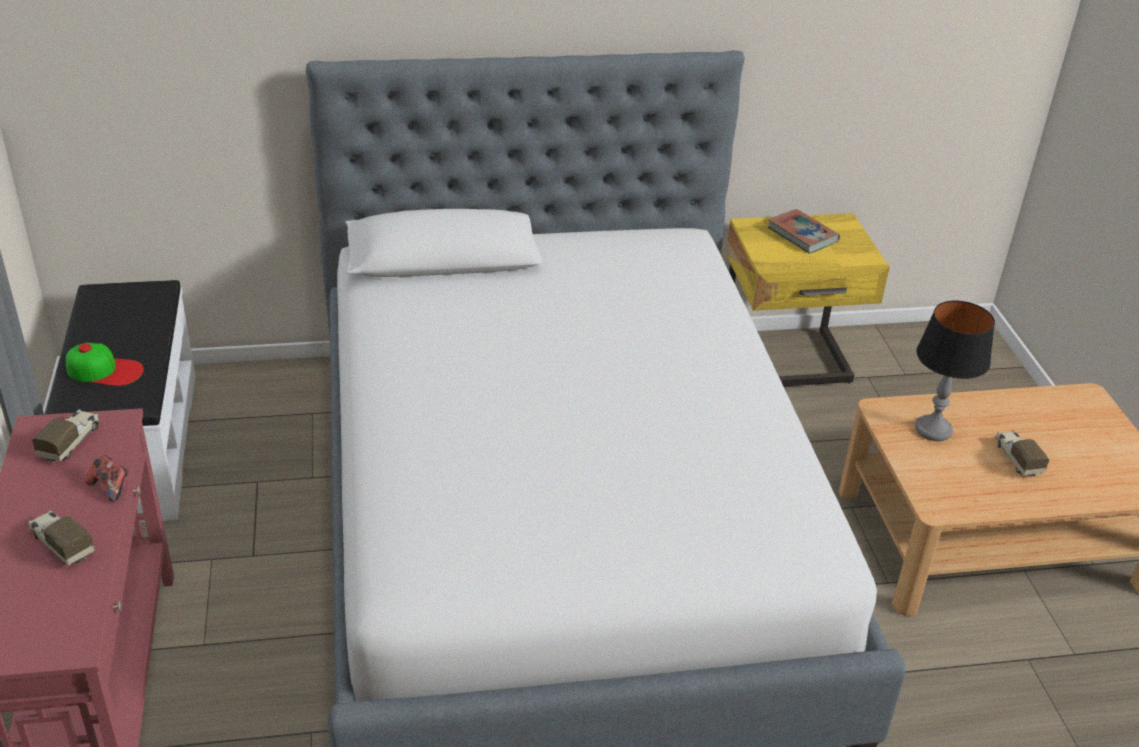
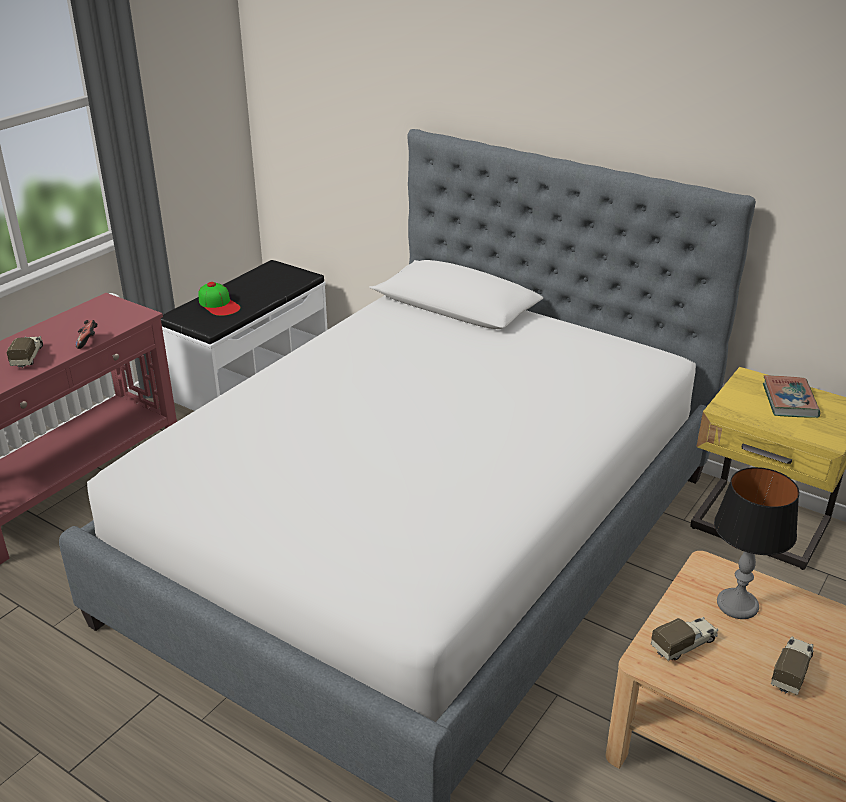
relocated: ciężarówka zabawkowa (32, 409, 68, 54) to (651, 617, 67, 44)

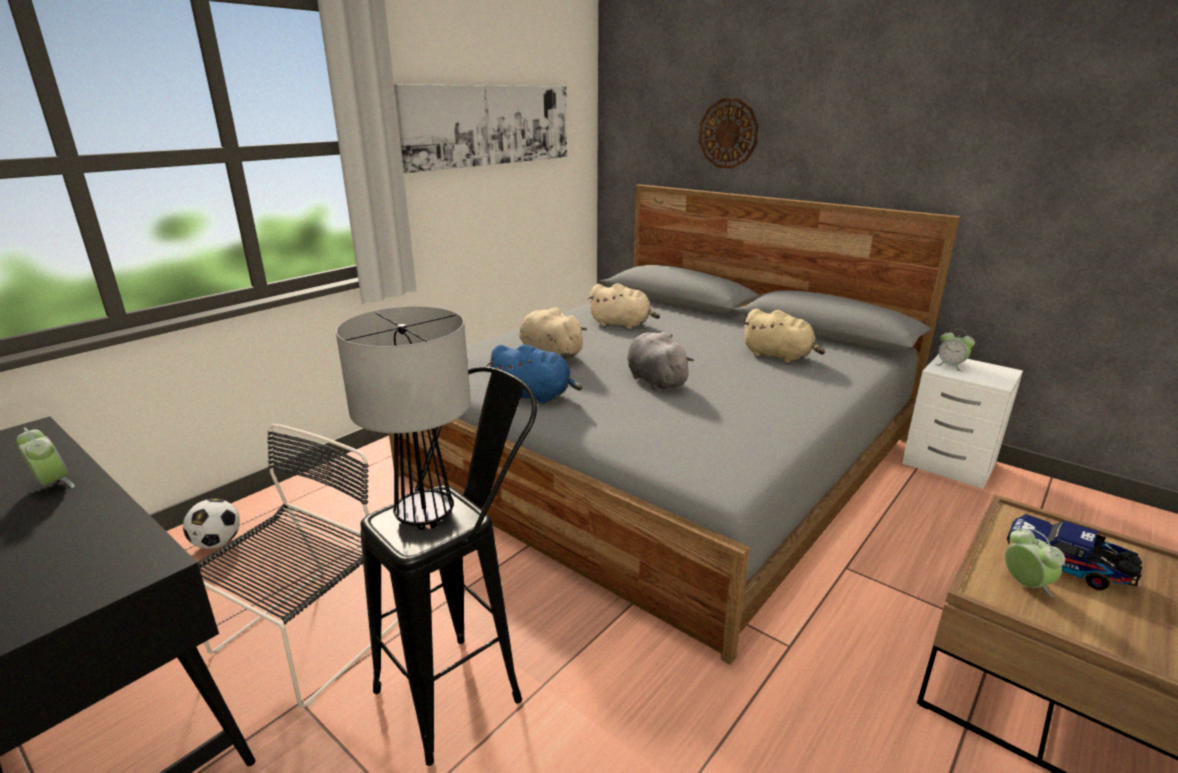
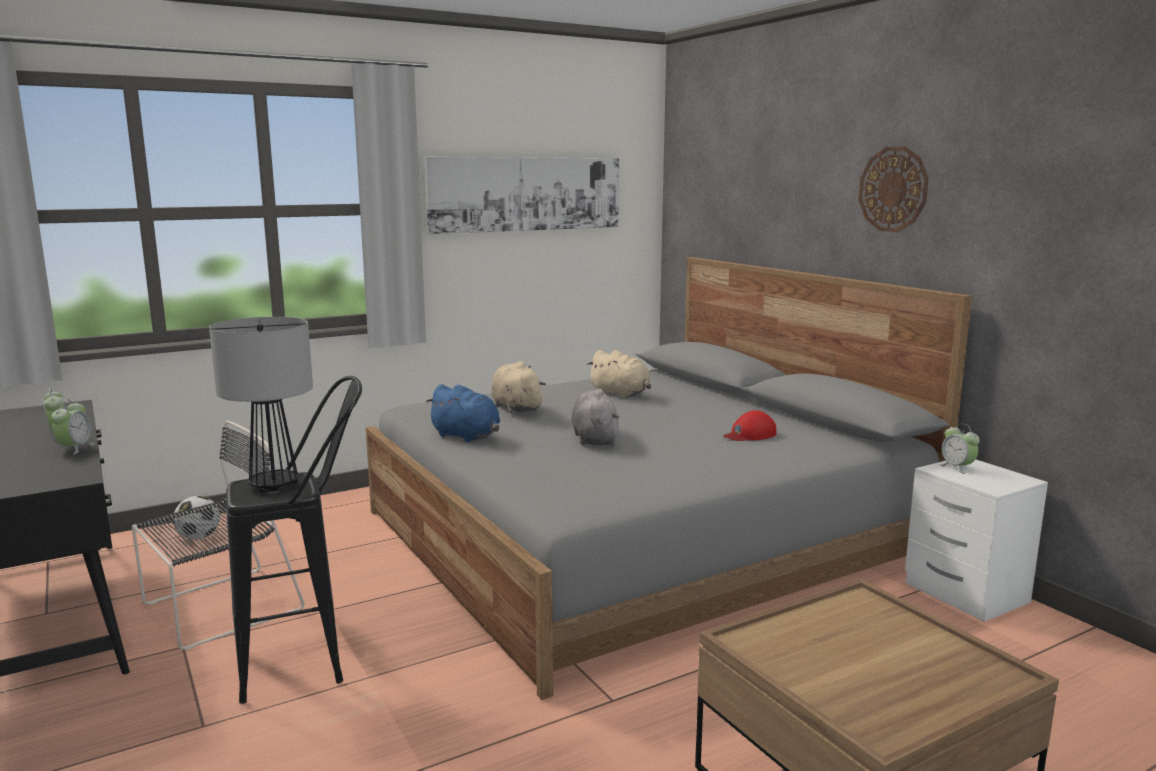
missing: ciężarówka zabawkowa (1007, 514, 135, 76)
relocated: zegar ścienny (699, 98, 60, 71) to (858, 146, 71, 86); budzik (1005, 528, 60, 69) to (51, 399, 43, 55)
exchanged: pluszak (beżowy) (742, 309, 83, 54) to czapka z daszkiem (czerwony) (723, 410, 53, 31)

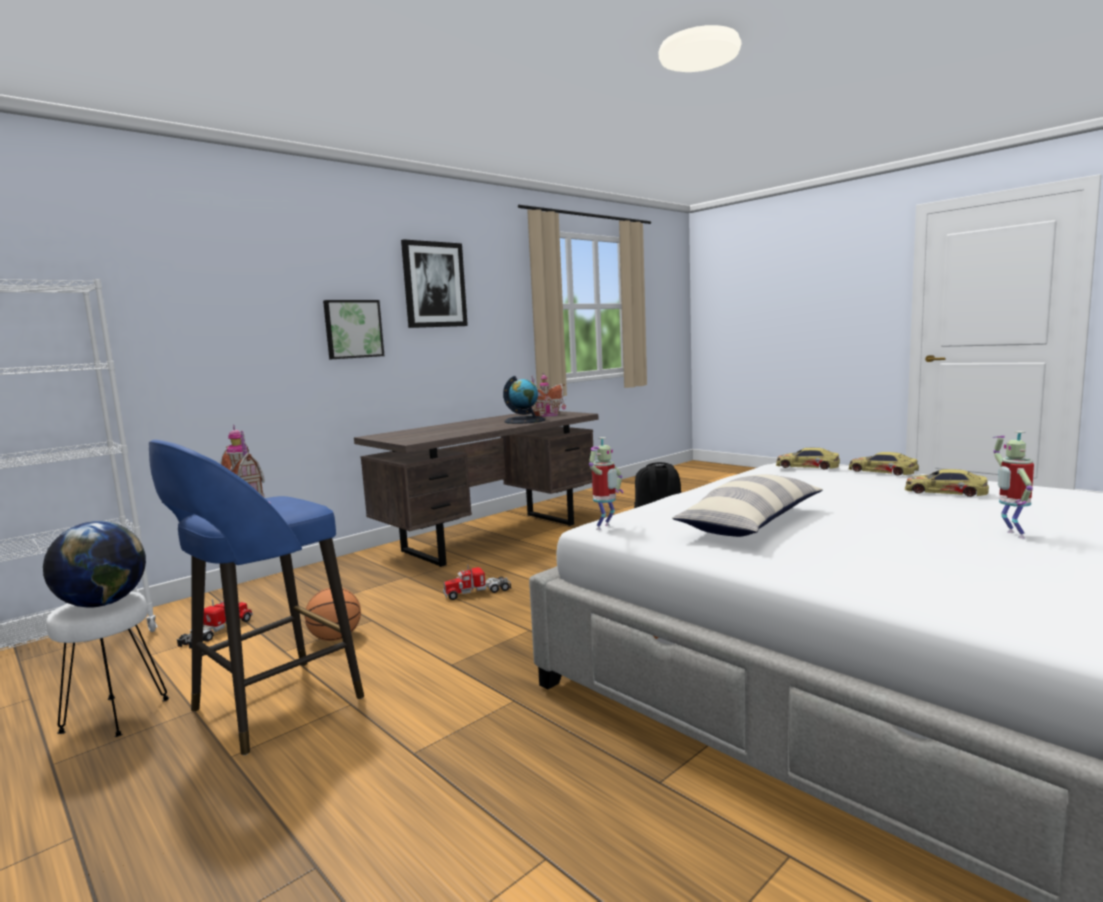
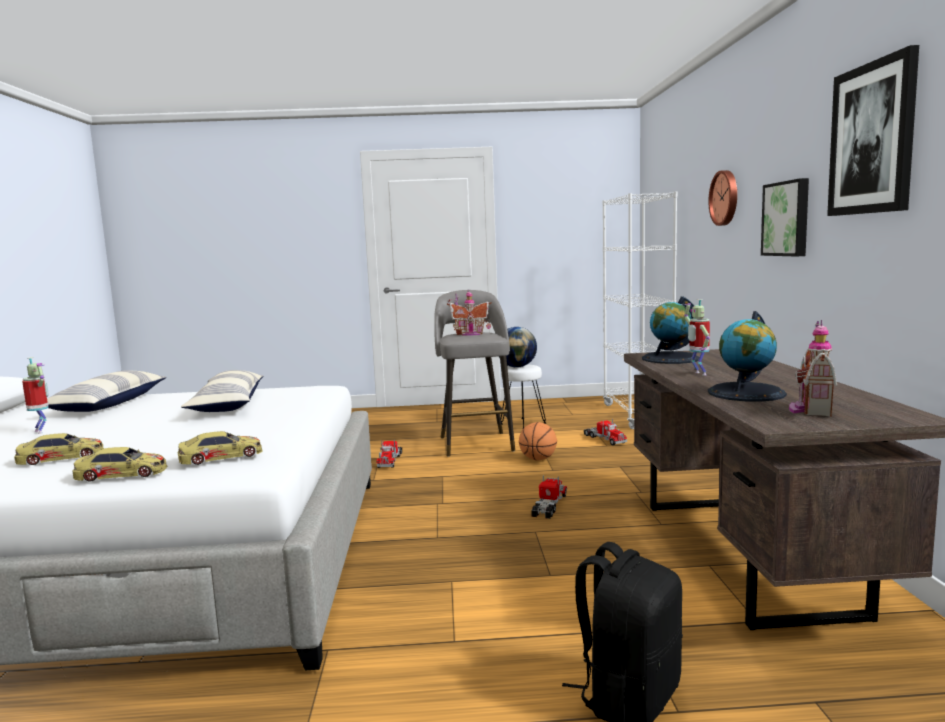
appeared: poduszka (47, 371, 120, 41); ciężarówka zabawkowa (376, 440, 26, 28); globus (642, 296, 57, 68); zegar ścienny (708, 170, 29, 56)
relocated: robot zabawkowy (589, 437, 34, 93) to (684, 299, 26, 77)
colour: stołek (niebieski) (149, 440, 215, 316) to stołek (szary) (434, 290, 81, 167)

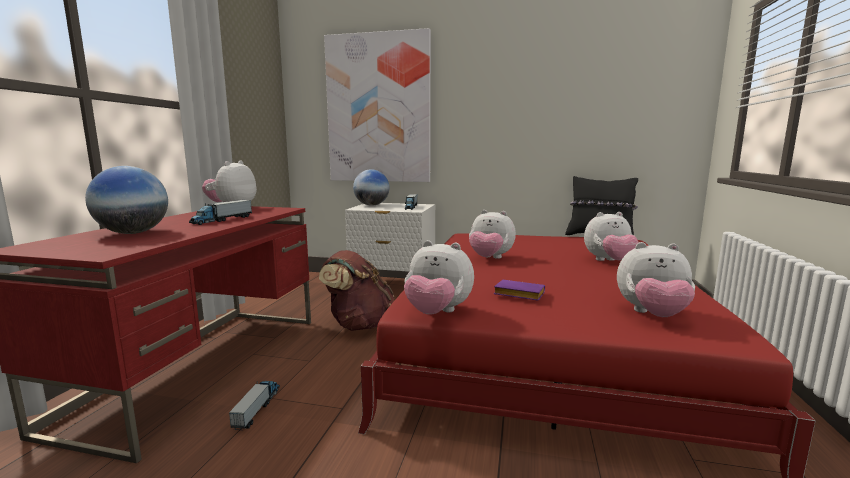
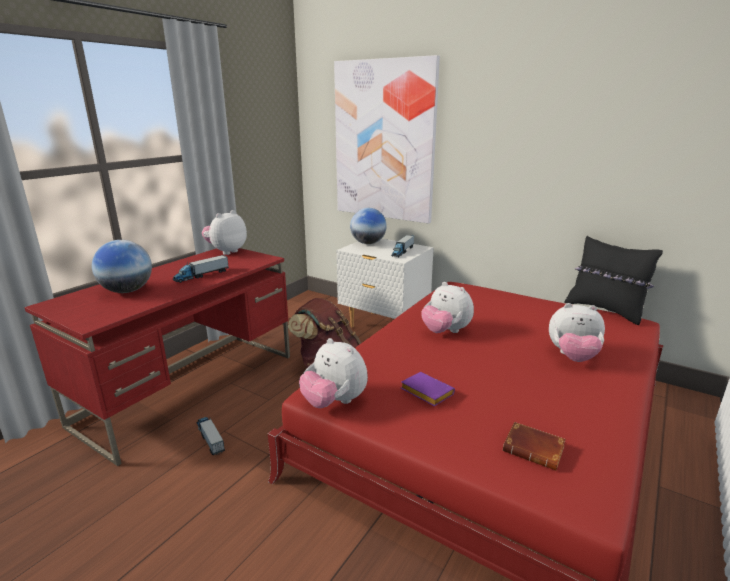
exchanged: pluszak (617, 242, 78, 75) to książka (brązowy) (503, 422, 63, 48)
spun: ciężarówka zabawkowa (229, 381, 51, 49) = (197, 417, 28, 39) 60 degrees counterclockwise

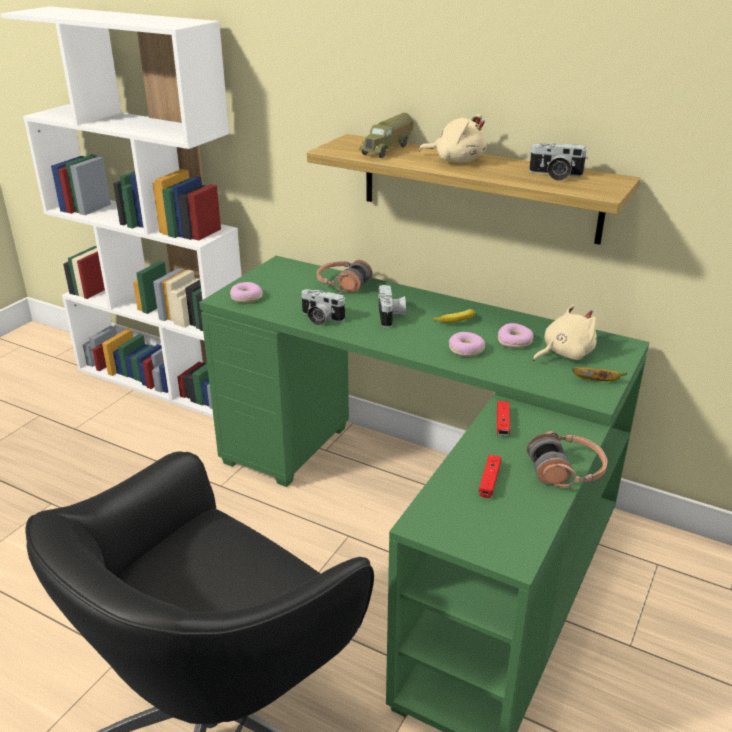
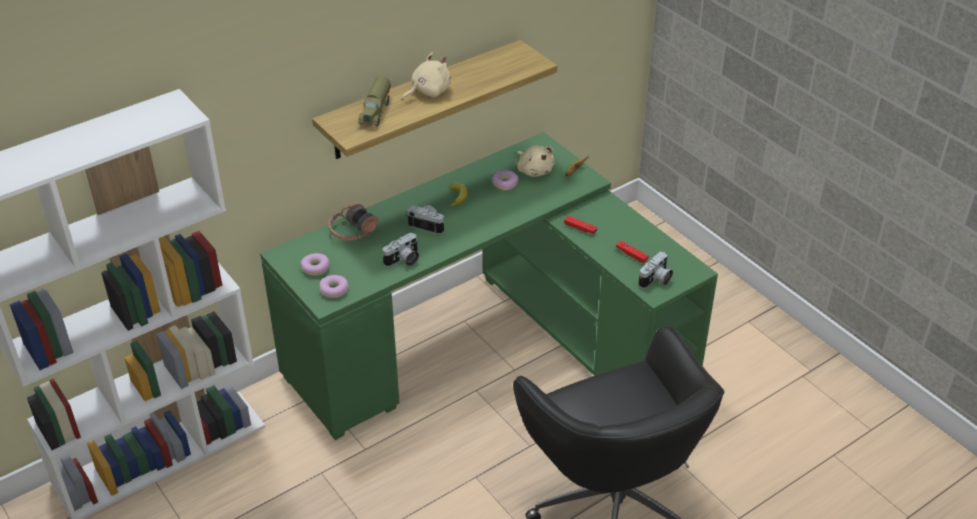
missing: słuchawki (527, 431, 80, 57)
relocated: donut (449, 332, 36, 25) to (301, 253, 29, 23); aparat fotograficzny (529, 143, 59, 38) to (638, 252, 35, 36)
spun: ciężarówka zabawkowa (359, 113, 55, 45) = (358, 75, 33, 51) 45 degrees clockwise; pluszak (beżowy) (533, 305, 64, 56) = (517, 145, 38, 32) 150 degrees clockwise

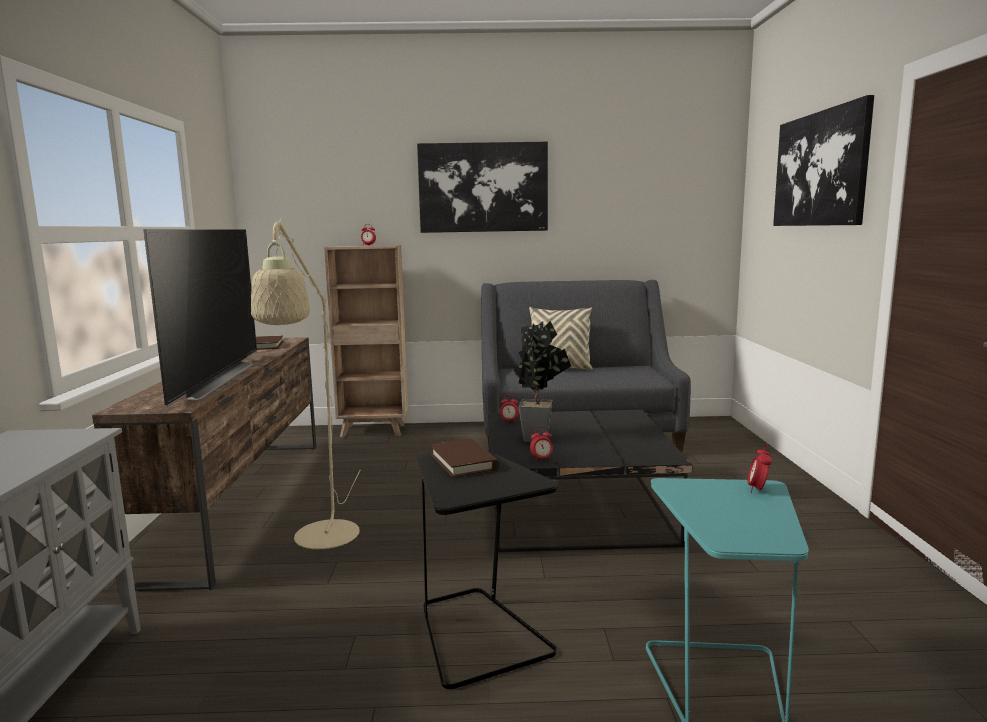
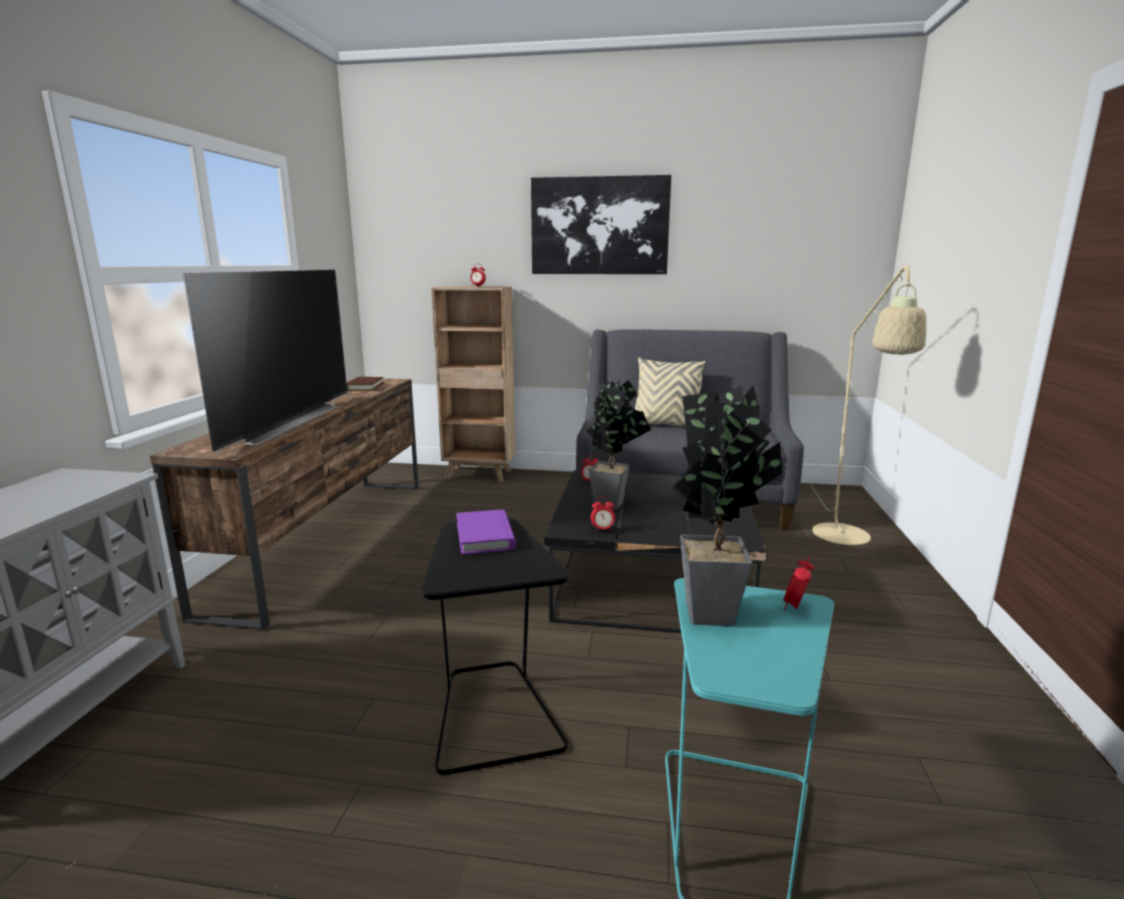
missing: obraz (773, 95, 101, 131)
appeared: roślina doniczkowa (671, 386, 111, 240)
relocated: lampa stojąca (beżowy) (251, 218, 110, 331) to (810, 263, 116, 282)
colour: książka (brązowy) (430, 439, 69, 39) to książka (fioletowy) (456, 510, 60, 45)

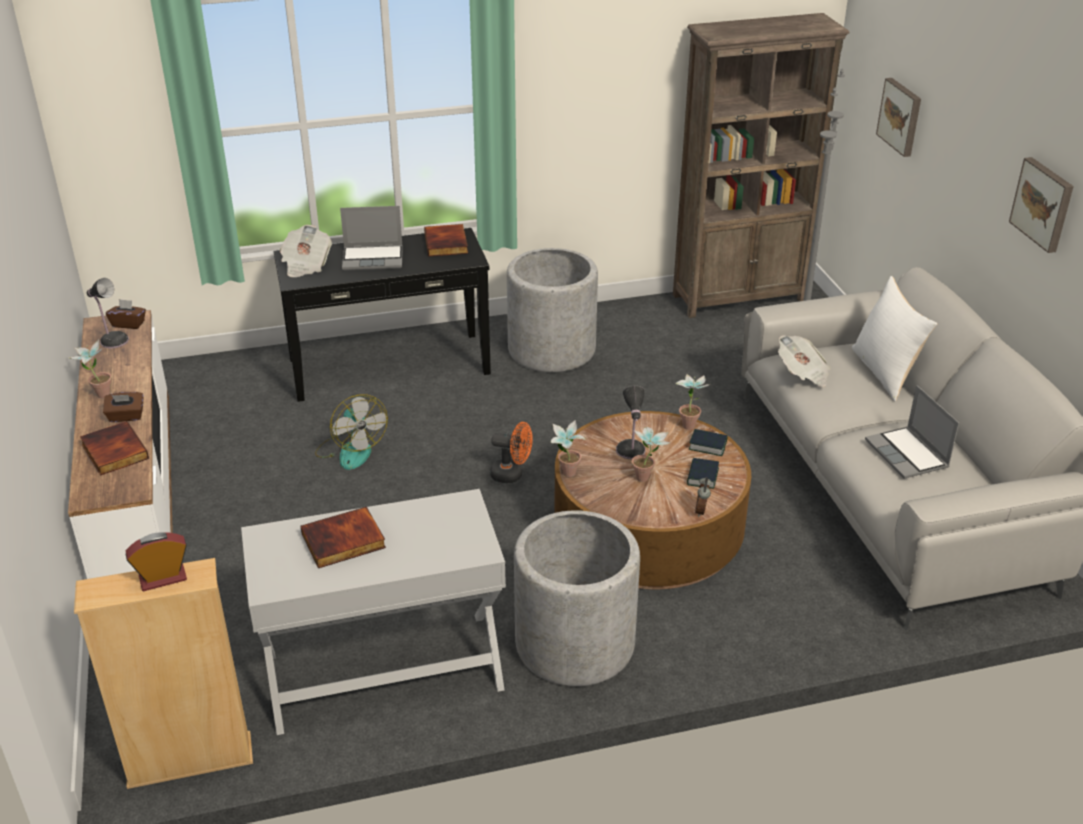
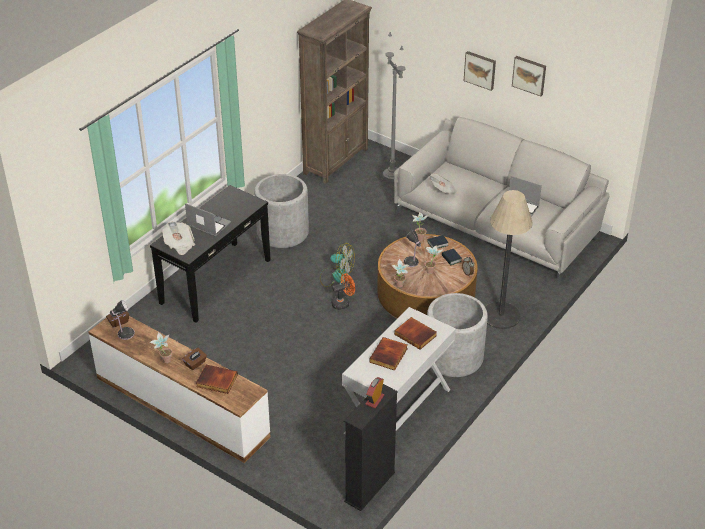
missing: poduszka (biały) (852, 276, 85, 125)
appeared: lampa stojąca (485, 190, 47, 139)
relocated: wentylator (315, 394, 73, 76) to (320, 243, 35, 44); książka (424, 224, 44, 32) to (394, 317, 43, 33); obraz (876, 78, 45, 79) to (464, 51, 32, 40)
colour: regał (beżowy) (74, 558, 179, 231) to regał (czarny) (344, 384, 54, 127)
spun: laptop (340, 206, 63, 65) = (185, 203, 46, 34) 105 degrees counterclockwise

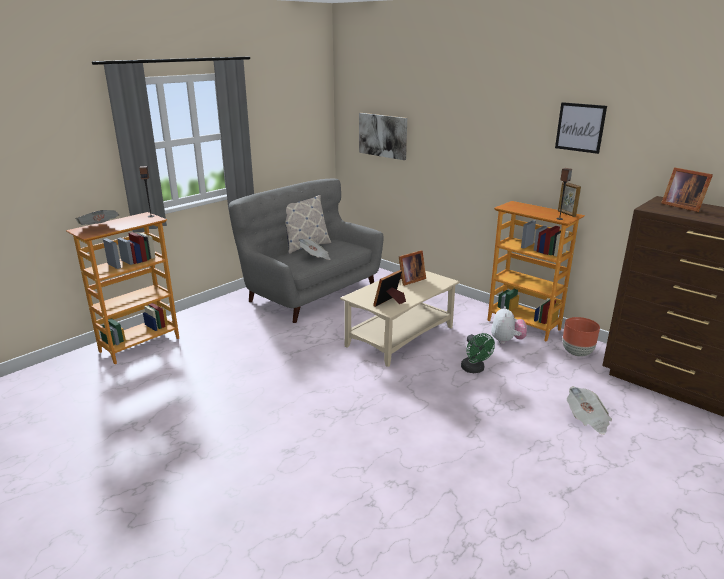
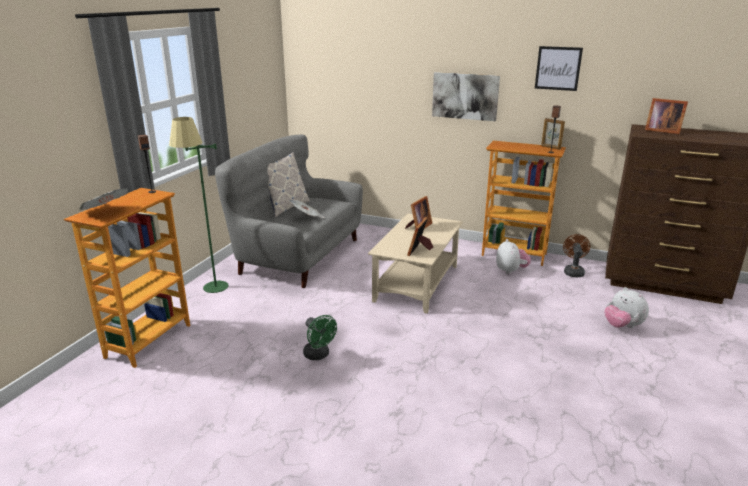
appeared: lampa stojąca (zielony) (169, 117, 60, 176)
relocated: obraz (359, 113, 48, 47) to (432, 72, 68, 49); wentylator (zielony) (461, 333, 34, 40) to (303, 315, 34, 45)
exchanged: donica (brązowy) (563, 317, 37, 40) to wentylator (brązowy) (563, 234, 27, 43); gazeta (567, 386, 45, 49) to pluszak (605, 287, 44, 41)

